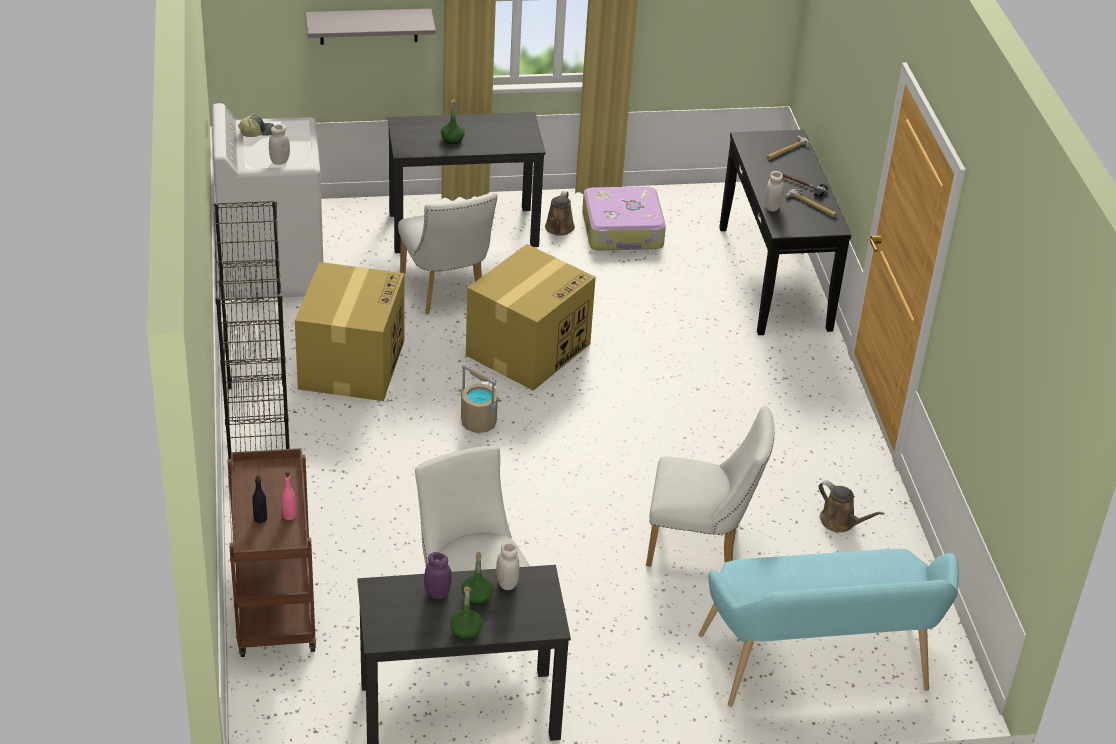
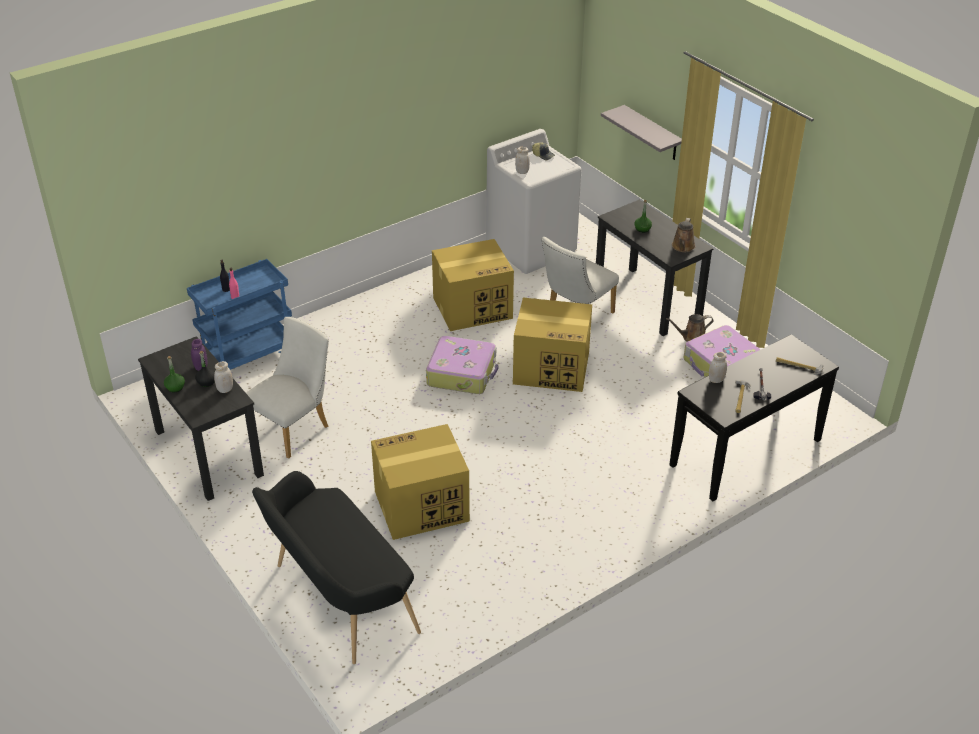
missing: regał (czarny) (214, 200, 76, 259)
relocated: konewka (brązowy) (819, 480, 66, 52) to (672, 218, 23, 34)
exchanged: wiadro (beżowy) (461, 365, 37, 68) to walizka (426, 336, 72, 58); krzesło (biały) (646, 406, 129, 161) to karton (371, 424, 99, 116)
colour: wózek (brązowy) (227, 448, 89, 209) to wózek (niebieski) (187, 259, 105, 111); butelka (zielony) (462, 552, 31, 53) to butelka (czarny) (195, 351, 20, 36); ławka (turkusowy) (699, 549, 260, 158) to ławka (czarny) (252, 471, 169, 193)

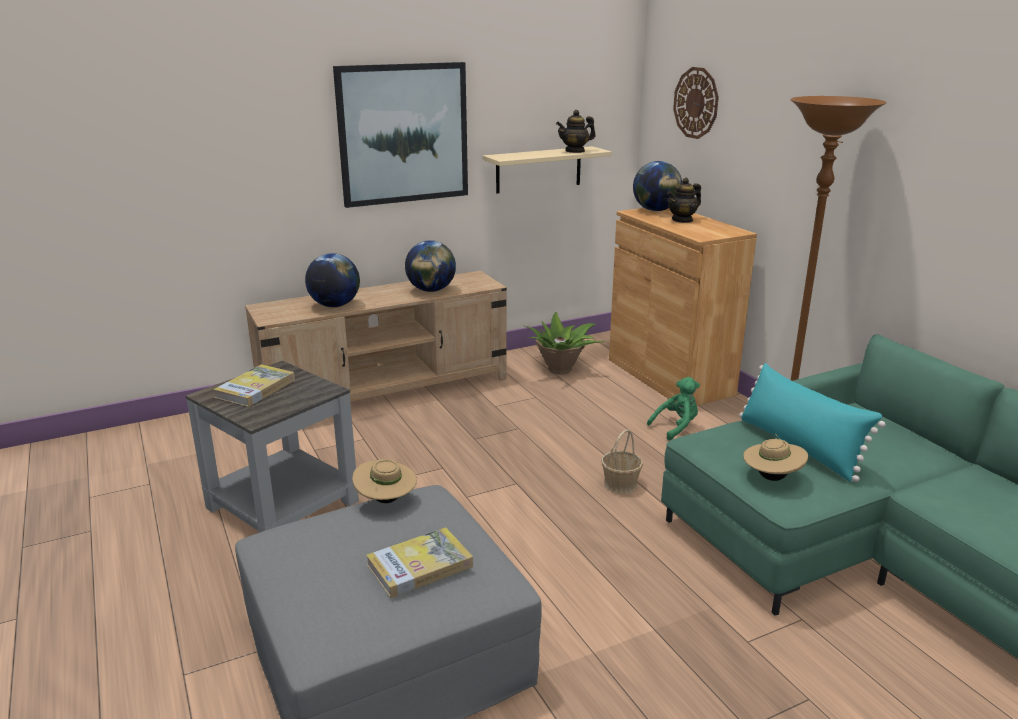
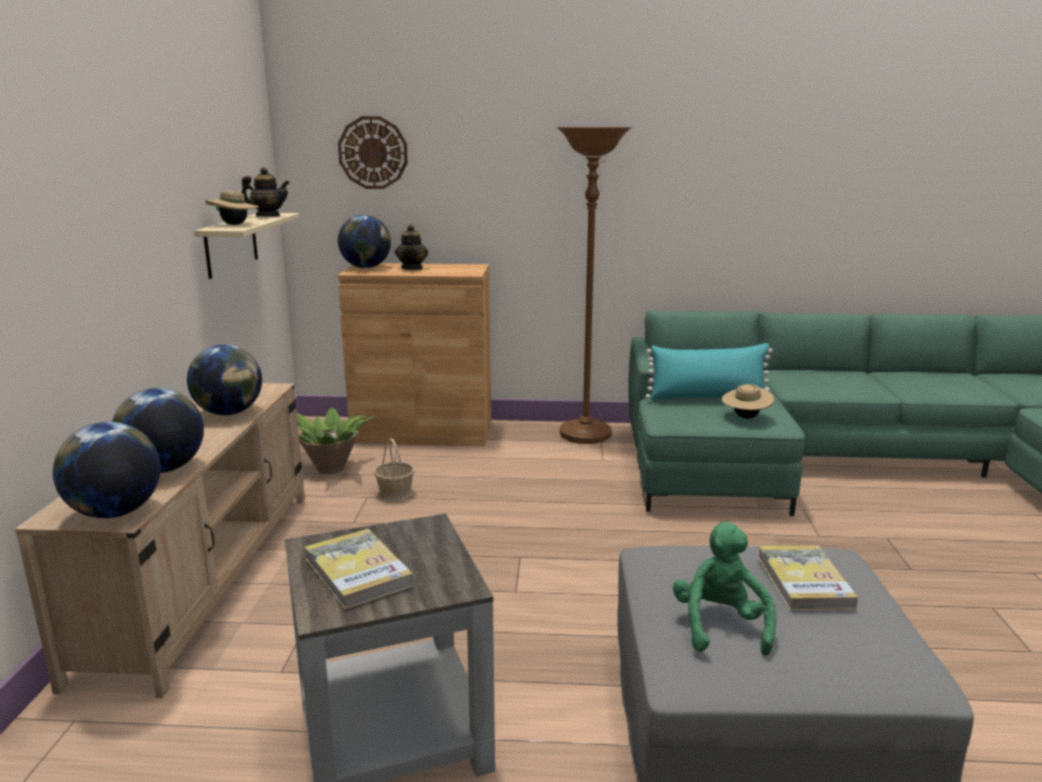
missing: obraz (333, 62, 135, 146)
appeared: globus (53, 422, 108, 96)
relocated: kapelusz (beżowy) (352, 459, 65, 44) to (205, 191, 54, 34); koszyk (601, 429, 42, 65) to (374, 438, 40, 63); pluszak (zielony) (647, 377, 53, 63) to (673, 522, 103, 134)
spun: imbryk (556, 110, 40, 43) = (242, 167, 48, 49) 90 degrees counterclockwise

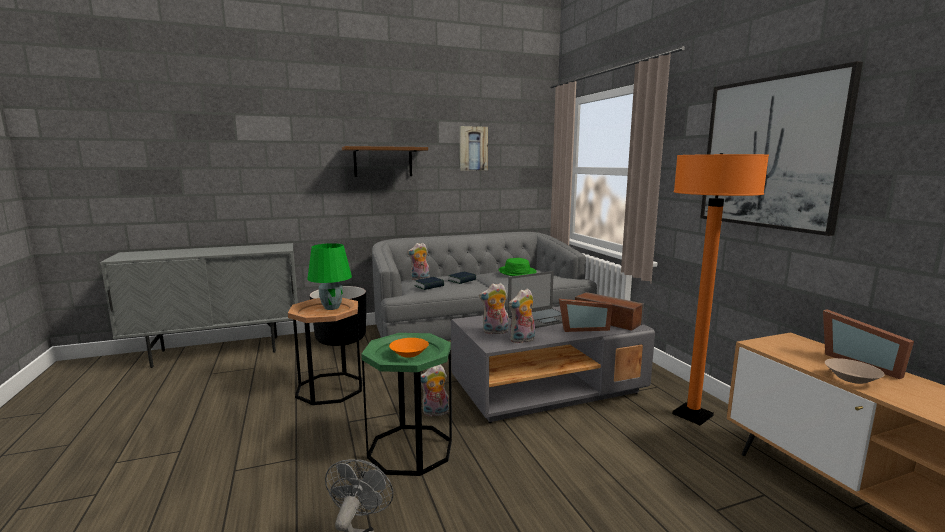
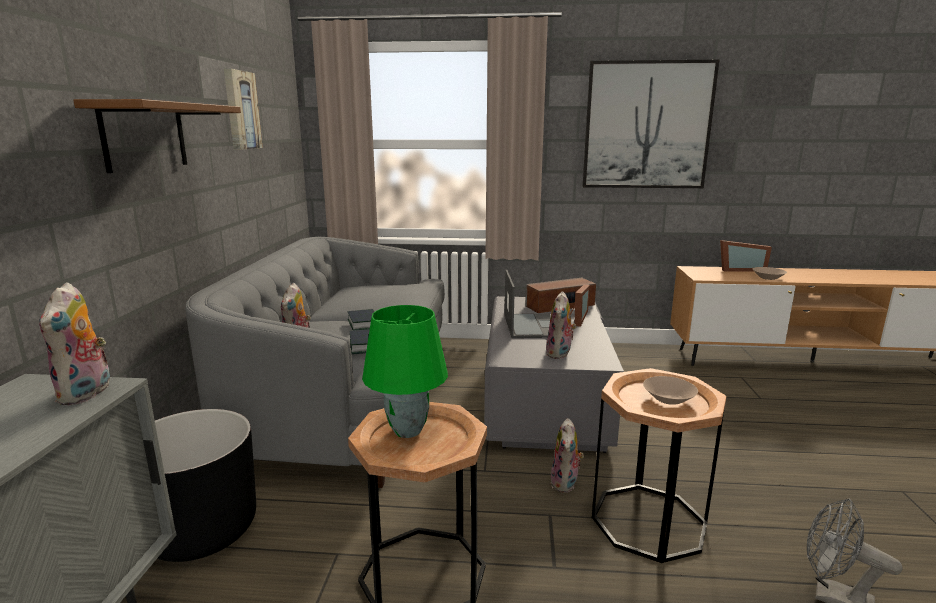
missing: kapelusz (zielony) (499, 258, 38, 18); lampa stojąca (pomarańczowy) (672, 153, 97, 273)
relocated: pluszak (509, 288, 26, 56) to (39, 282, 71, 124)
colour: stolik (zielony) (362, 333, 90, 143) to stolik (brązowy) (592, 368, 135, 195); miska (pomarańczowy) (389, 338, 40, 20) to miska (beżowy) (643, 376, 55, 29)

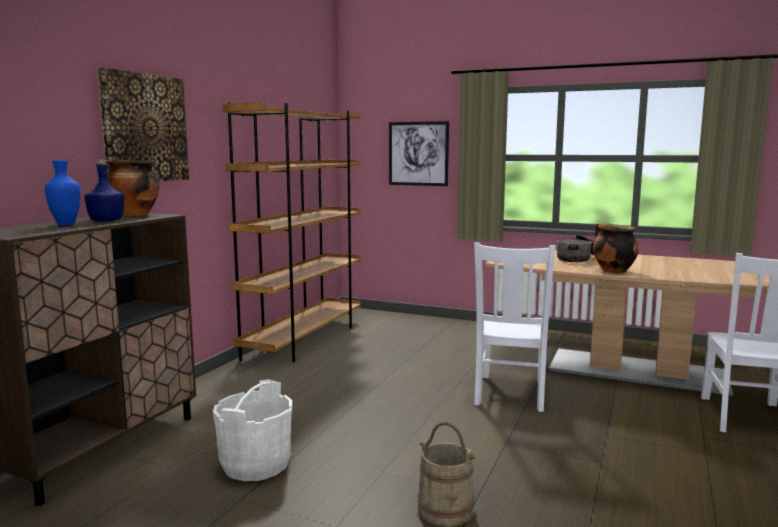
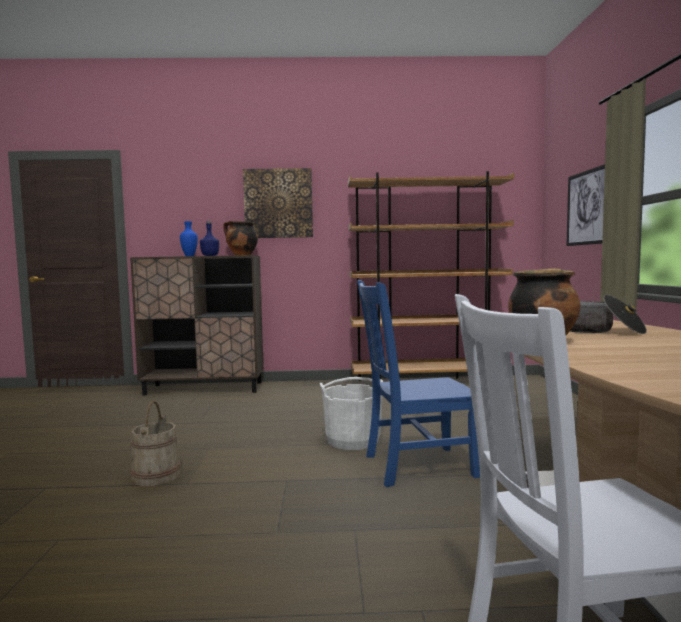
relocated: wiadro (biały) (213, 379, 79, 102) to (320, 377, 63, 73)
colour: krzesło (biały) (474, 242, 82, 170) to krzesło (niebieski) (357, 280, 123, 207)

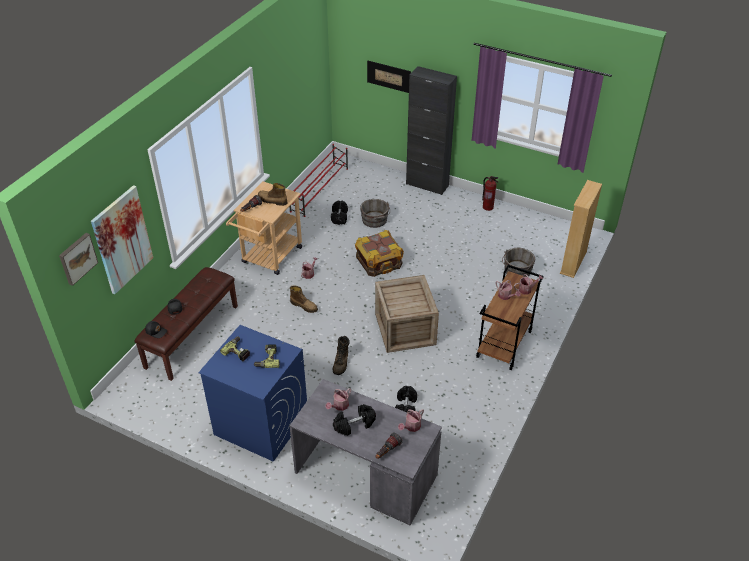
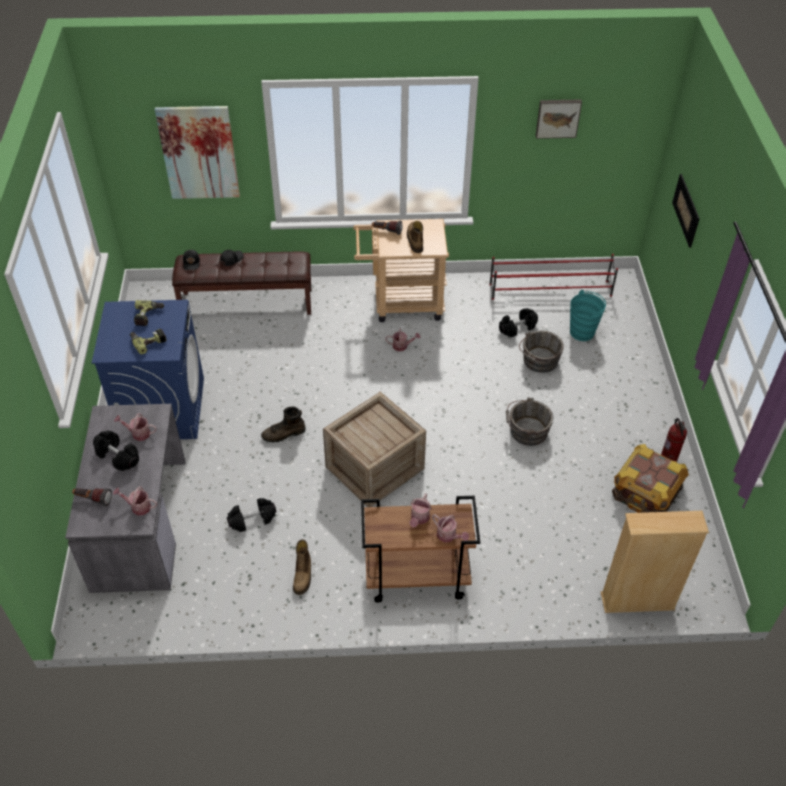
missing: szafka (czarny) (406, 66, 51, 129)
appeared: wiadro (turkusowy) (570, 290, 36, 51)
relocated: obraz (59, 233, 39, 53) to (536, 99, 46, 40); but z cholewką (290, 286, 28, 27) to (293, 539, 18, 56); skrzynka (355, 230, 49, 47) to (612, 444, 77, 69); wiadro (szary) (502, 248, 33, 29) to (506, 397, 47, 49)

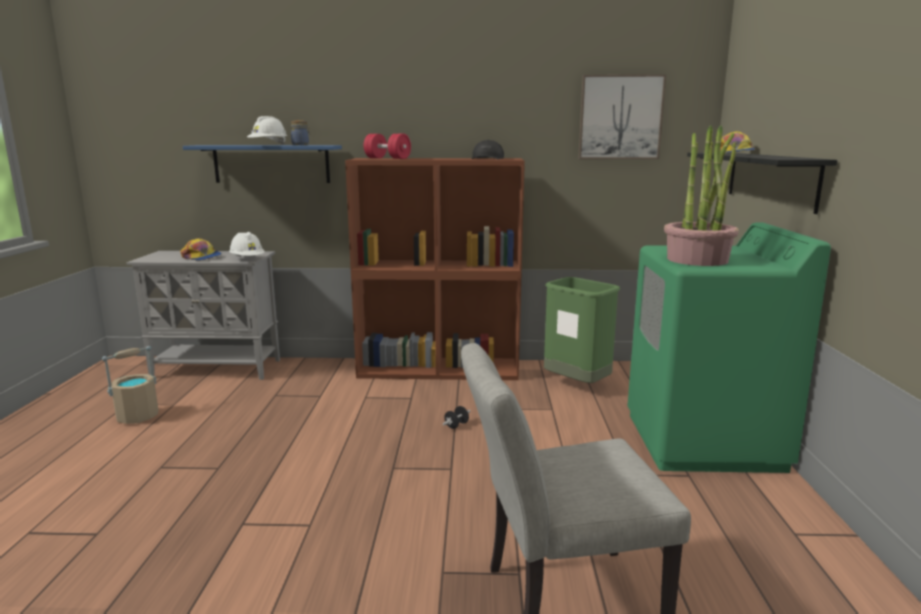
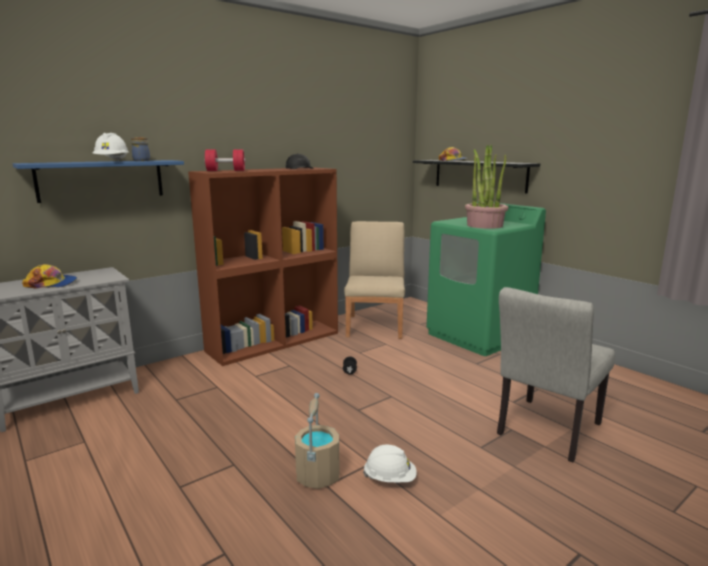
missing: obraz (578, 74, 88, 85)
relocated: wiadro (beżowy) (102, 346, 56, 78) to (295, 393, 44, 96); kask (biały) (229, 232, 36, 25) to (363, 445, 54, 38)
exchanged: kosz na śmieci (zielony) (544, 277, 76, 106) to krzesło (beżowy) (344, 221, 61, 118)

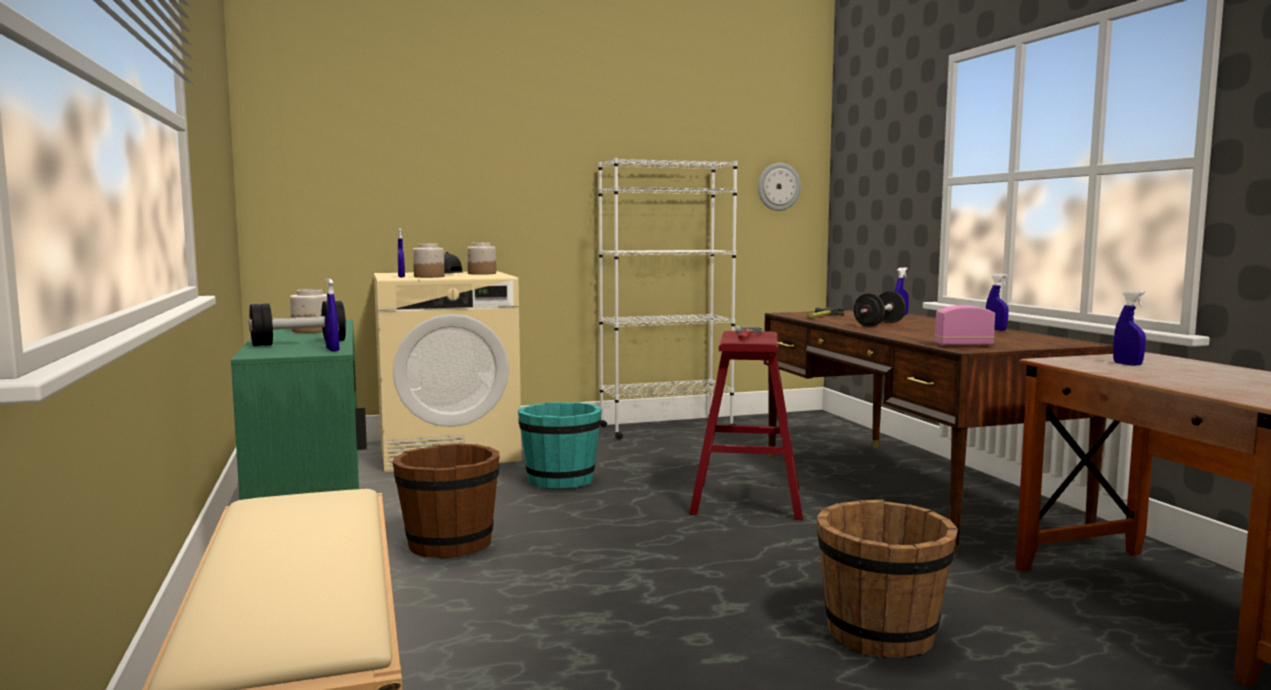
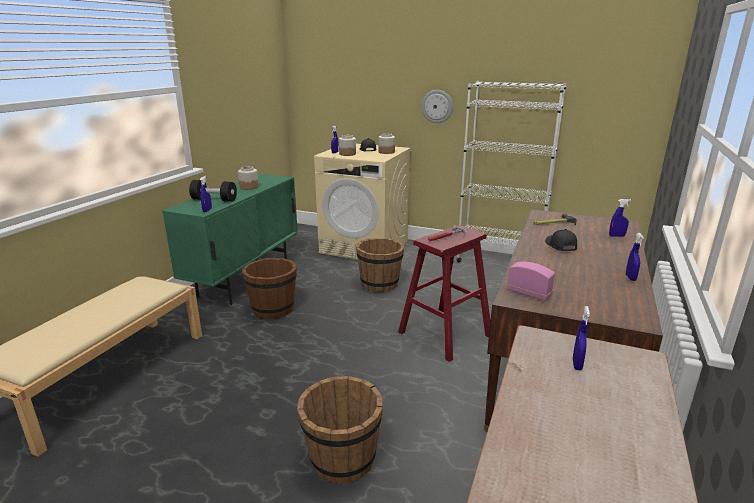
relocated: zegar ścienny (758, 163, 43, 48) to (421, 90, 32, 33)
exchanged: hantel (czarny) (853, 291, 53, 36) to czapka z daszkiem (czarny) (545, 229, 32, 22)
colour: wiadro (turkusowy) (518, 402, 84, 86) to wiadro (brązowy) (356, 238, 48, 54)

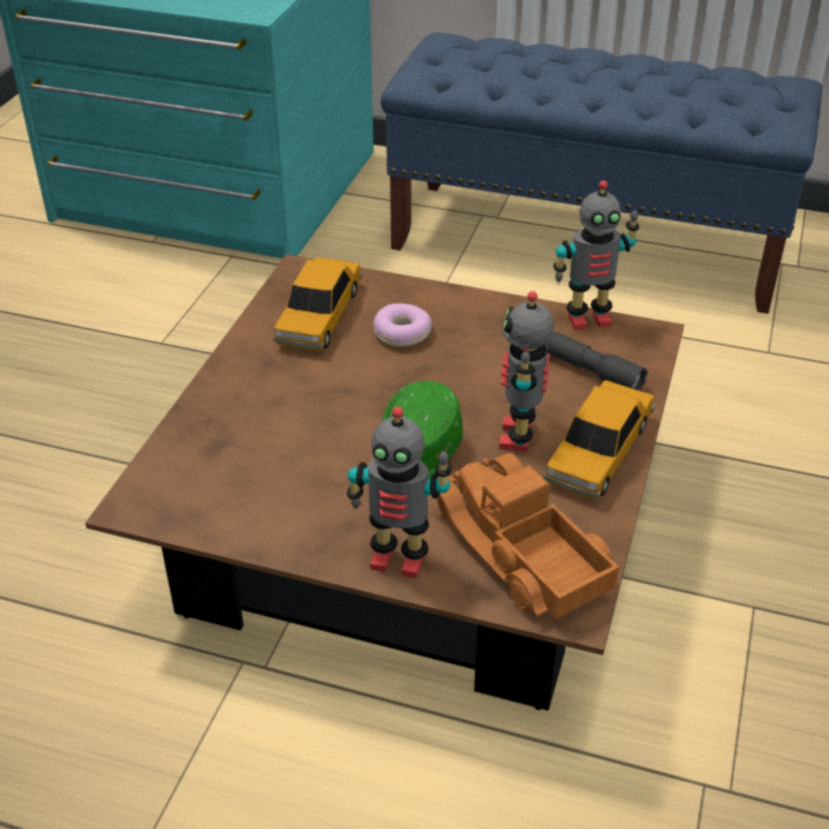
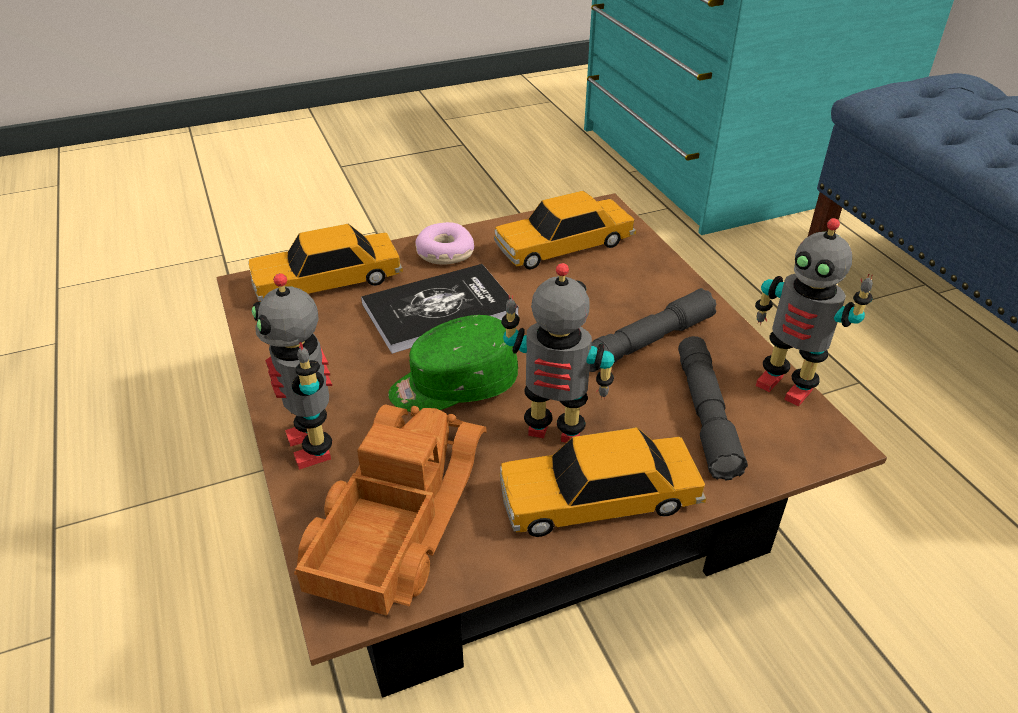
appeared: samochodzik (248, 223, 155, 78); książka (361, 264, 158, 90); latarka (szary) (589, 288, 128, 84)
relocated: donut (373, 303, 59, 44) to (415, 222, 59, 43)
spun: robot zabawkowy (499, 291, 55, 161) = (501, 263, 114, 180) 45 degrees clockwise

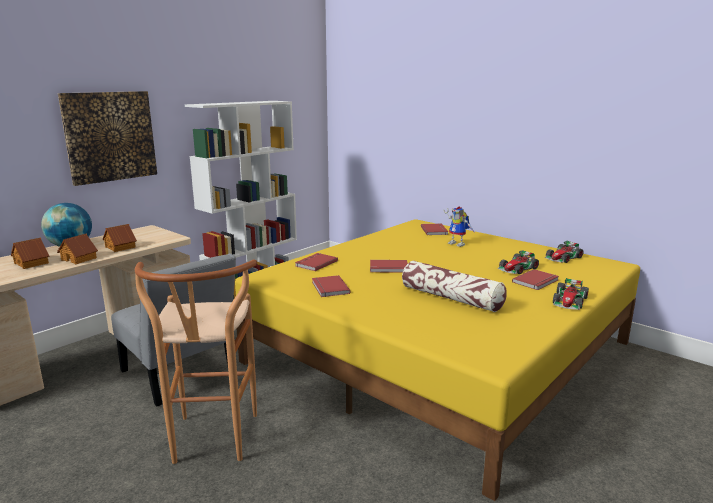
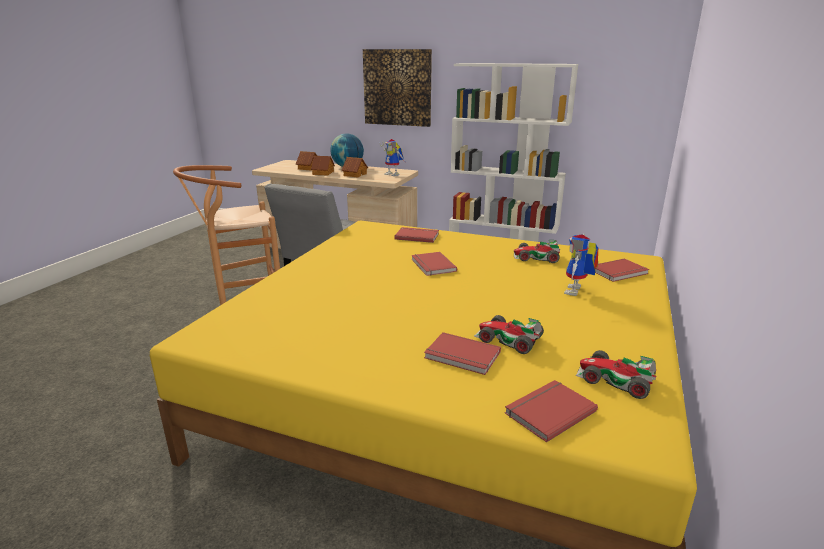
missing: poduszka (402, 261, 105, 51)
appeared: robot zabawkowy (379, 139, 27, 37)
relocated: książka (czerwony) (312, 275, 38, 22) to (505, 380, 93, 63); samochodzik (553, 278, 36, 32) to (514, 240, 46, 23)

